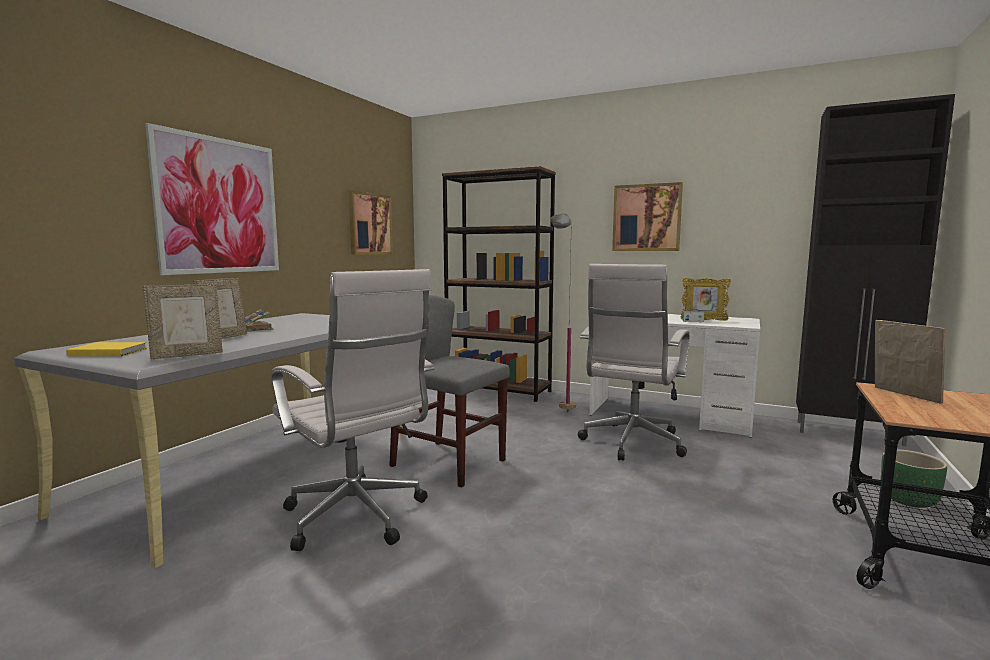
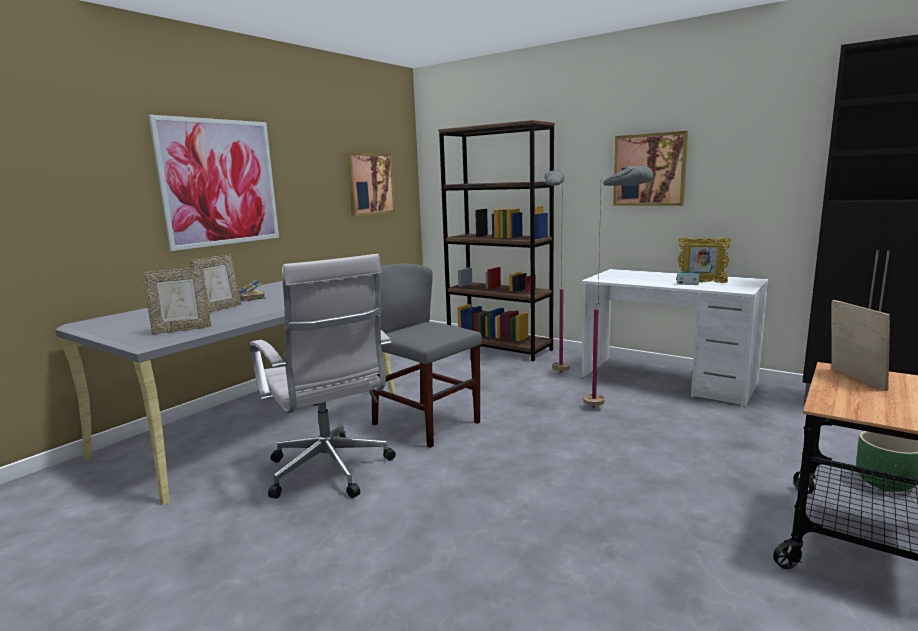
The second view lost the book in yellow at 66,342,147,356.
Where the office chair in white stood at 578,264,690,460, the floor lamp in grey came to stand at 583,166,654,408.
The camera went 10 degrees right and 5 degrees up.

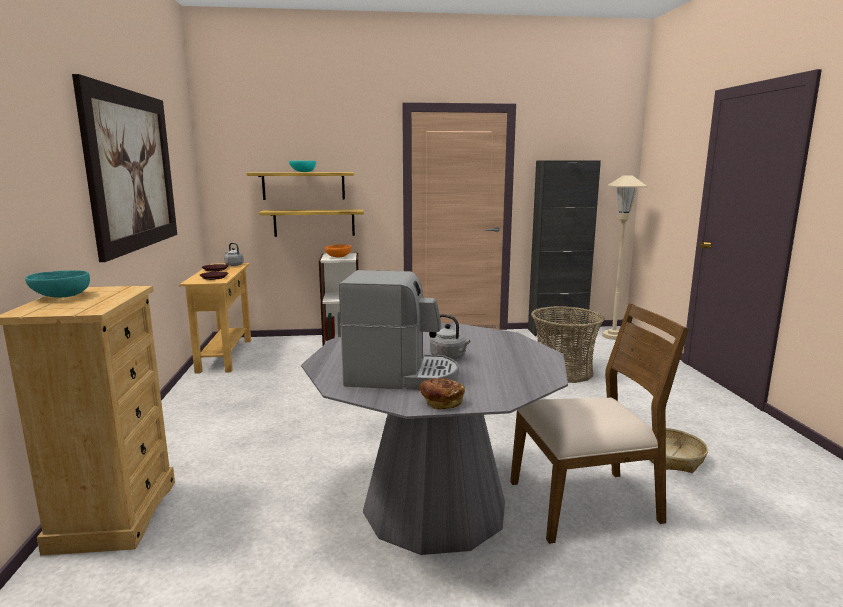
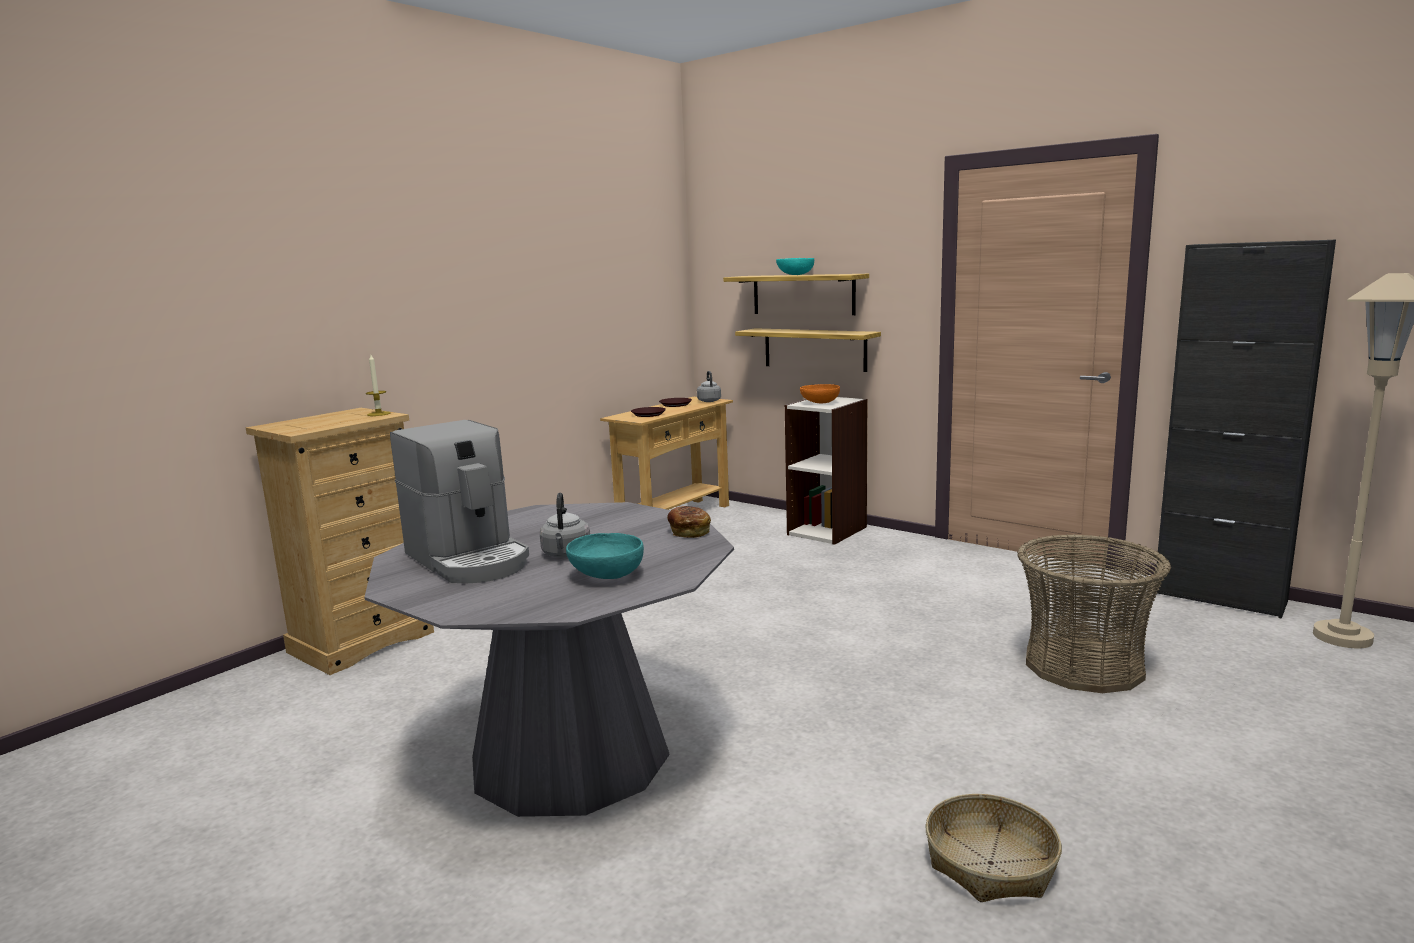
The bowl in turquoise ended up elsewhere, having gone from 25,270,90,297 to 566,533,644,579.
The second view lost the picture at 72,74,177,262.
The bread ended up elsewhere, having gone from 419,378,465,409 to 667,506,711,538.
The second view lost the chair in brown at 510,303,689,544.
The second view gained the candle at 366,355,391,416.
The camera went 45 degrees right and 0 degrees up.

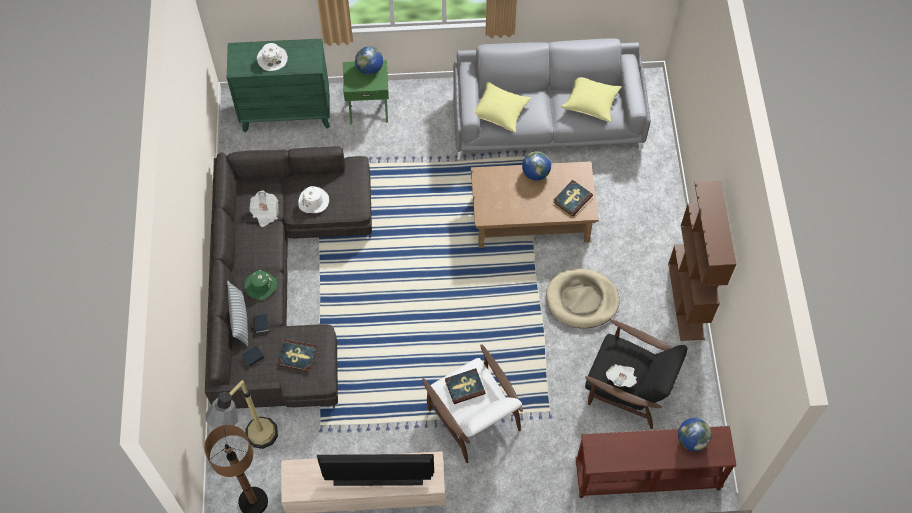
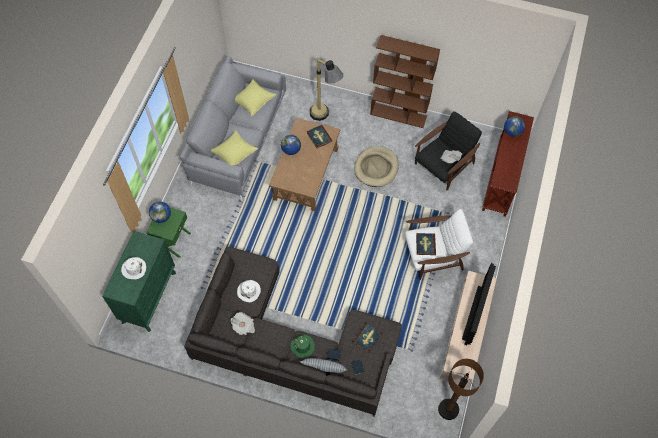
The floor lamp ended up elsewhere, having gone from 206,380,278,449 to 310,59,343,121.
The camera went 70 degrees left and 0 degrees up.

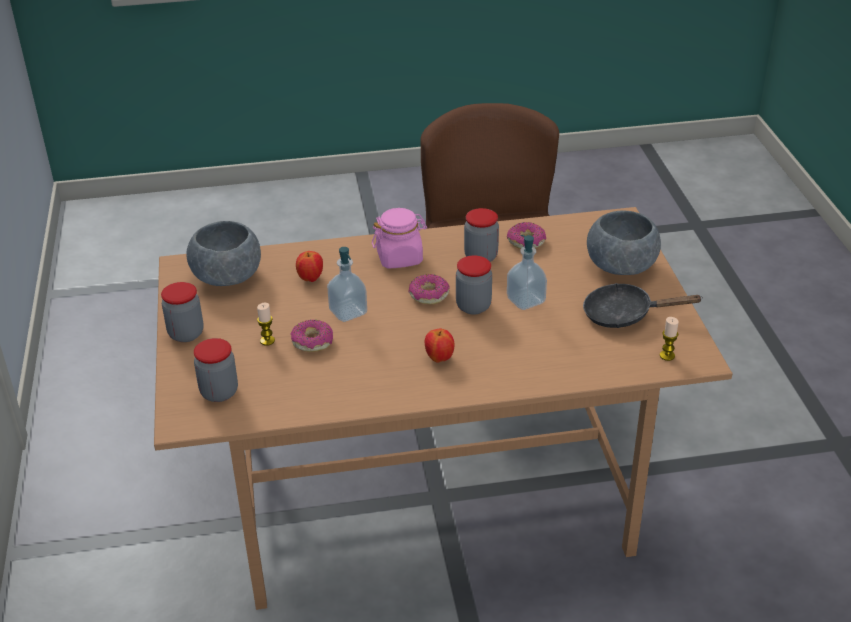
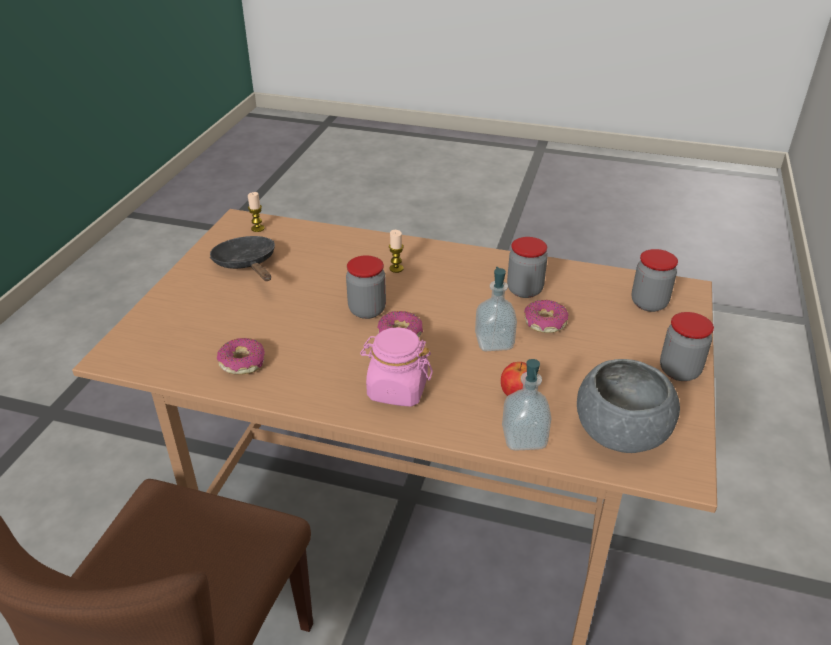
The candle ended up elsewhere, having gone from 257,303,275,346 to 389,230,403,273.
The second view lost the apple at 425,329,454,363.
The jar ended up elsewhere, having gone from 464,208,499,262 to 507,237,548,298.
The soap dispenser ended up elsewhere, having gone from 507,235,547,310 to 502,359,551,451.
The frying pan in black at 583,283,703,328 ended up facing another way, 150 degrees counterclockwise from before.
The second view lost the bowl in grey at 587,210,661,275.
The camera went 155 degrees left and 0 degrees up.

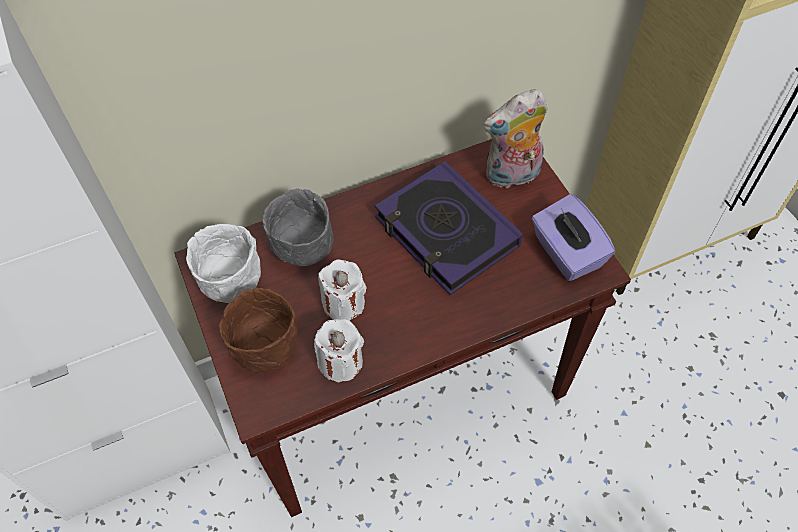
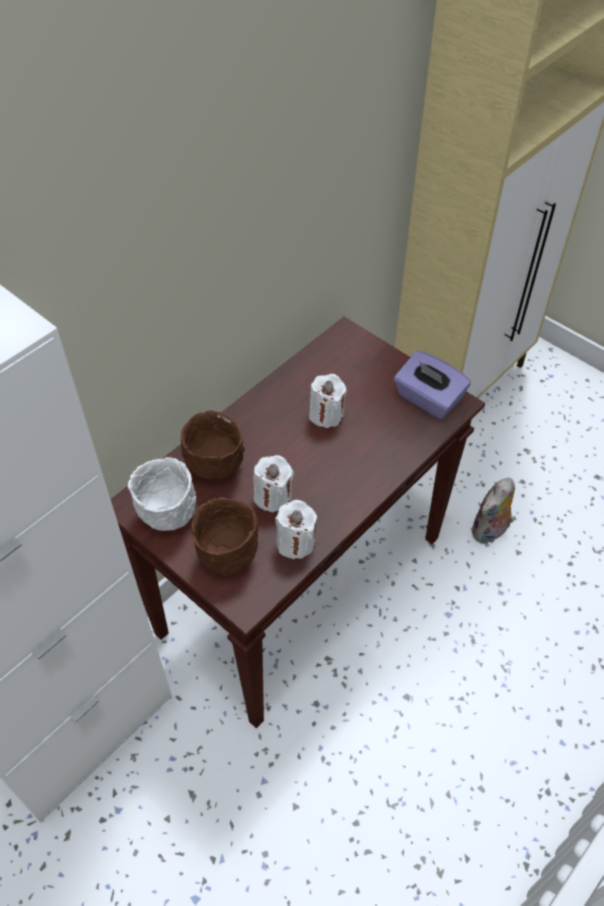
What was the bowl in grey at 262,189,333,267 turned into the bowl in brown at 181,410,245,480.
Where the book stood at 374,161,523,295, the candle in white came to stand at 309,374,347,428.
The plush toy ended up elsewhere, having gone from 484,89,547,189 to 471,478,515,545.
The camera went 25 degrees left and 5 degrees down.

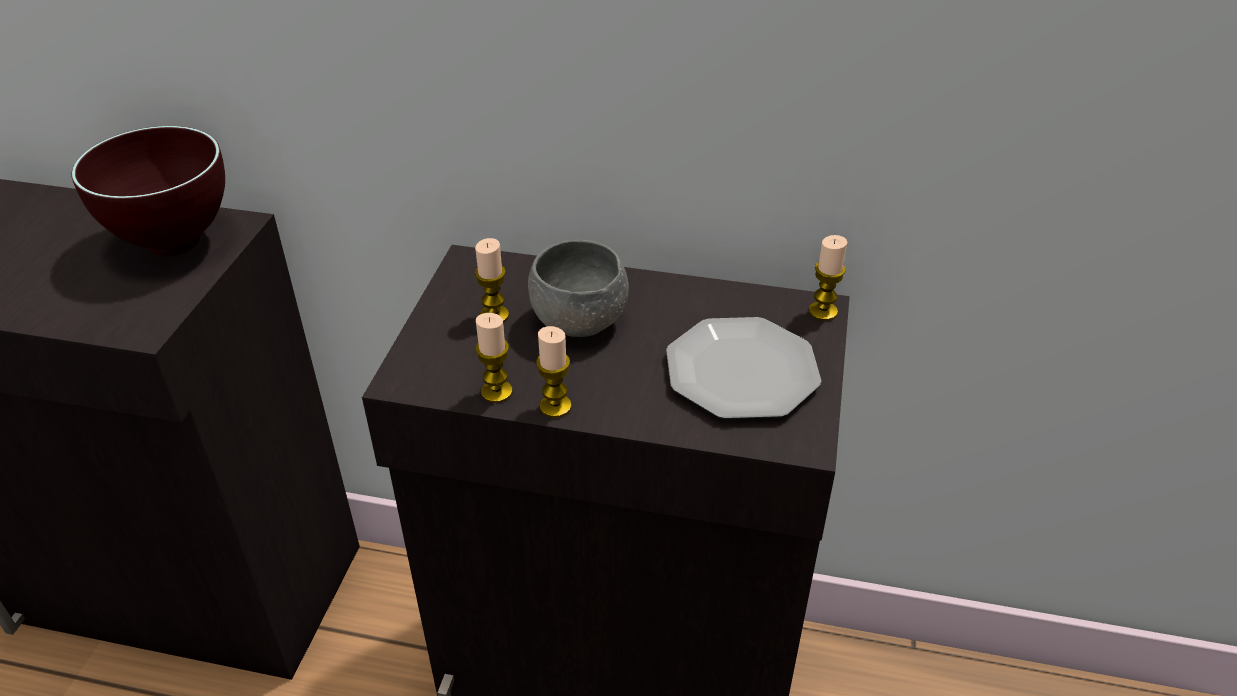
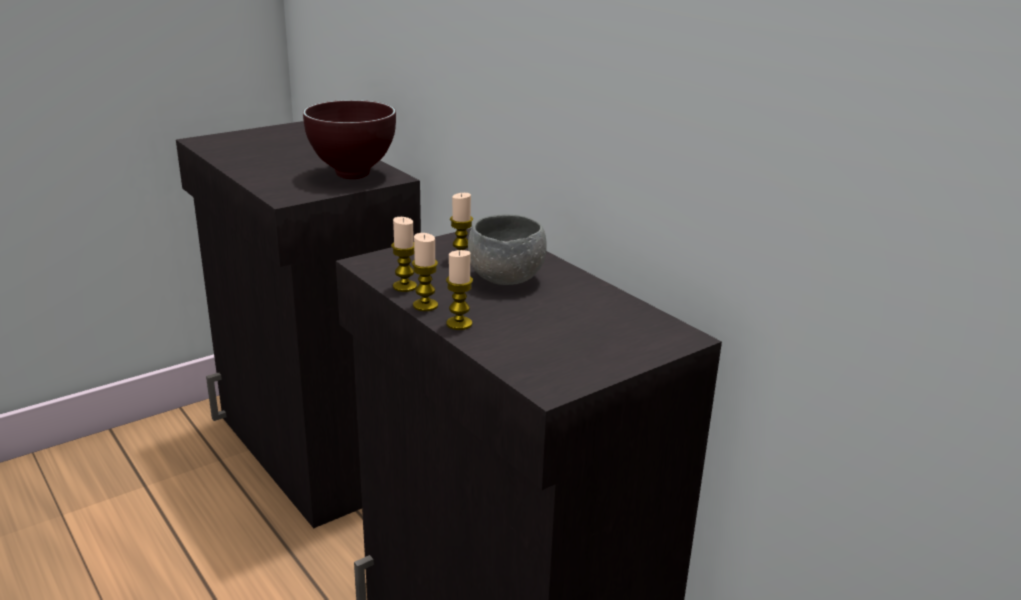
The second view lost the plate at 666,317,821,419.
The candle ended up elsewhere, having gone from 809,235,847,321 to 446,250,473,330.
The camera went 40 degrees right and 15 degrees down.

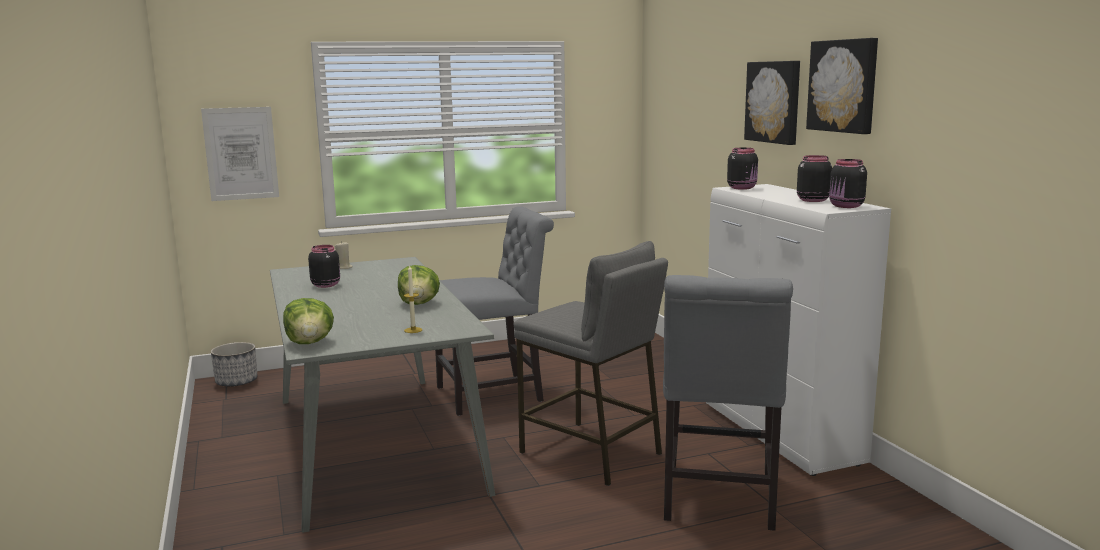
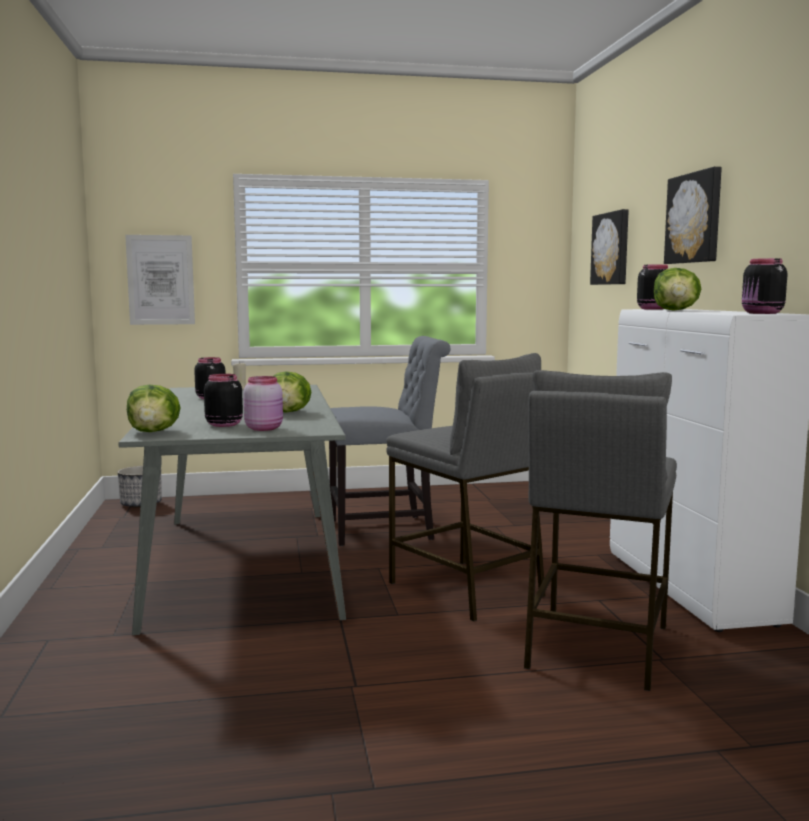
Where the candle stood at 404,265,422,333, the jar in pink came to stand at 243,376,283,431.
Where the chair in grey stood at 663,275,793,531, the stool in grey came to stand at 524,370,677,691.
The jar in black ended up elsewhere, having gone from 797,155,832,202 to 204,374,243,427.
The picture ended up elsewhere, having gone from 806,38,878,134 to 590,209,629,285.
The second view gained the lettuce at 654,268,701,311.
The camera went 10 degrees right and 5 degrees down.

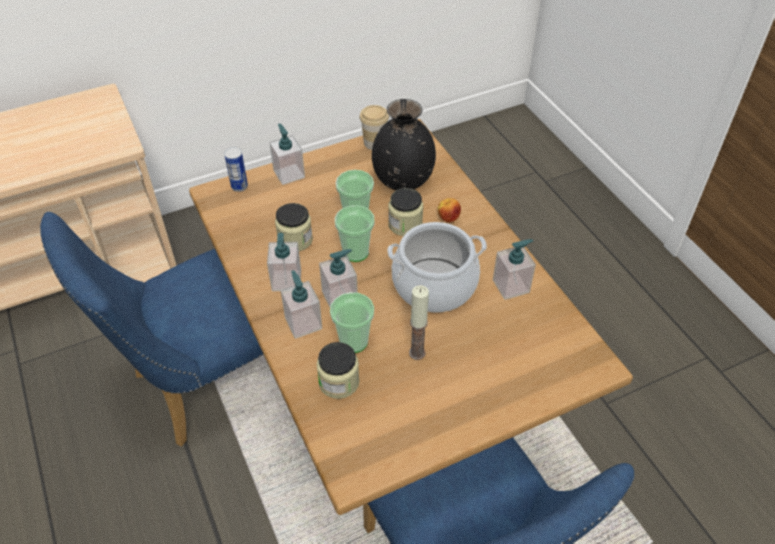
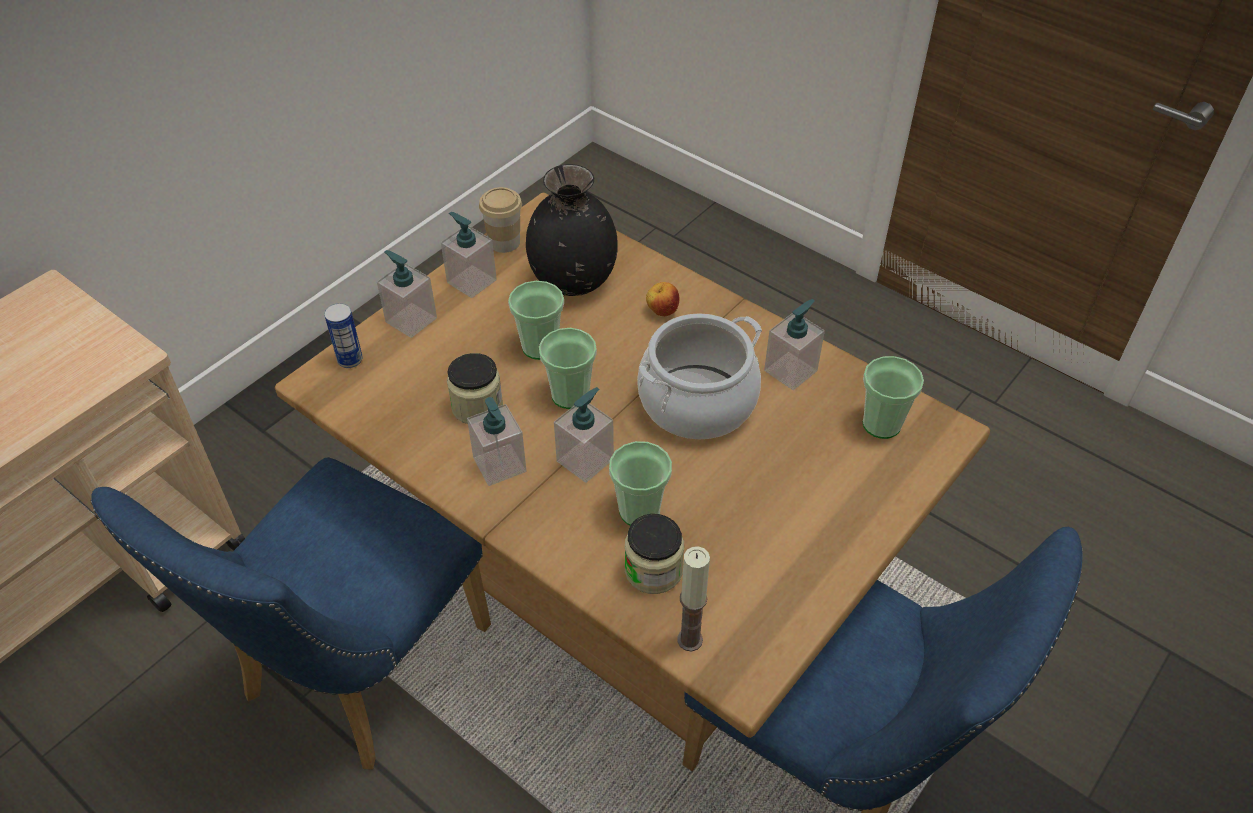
The soap dispenser ended up elsewhere, having gone from 281,270,322,339 to 441,212,497,298.
The second view lost the jar at 388,188,423,236.
The candle ended up elsewhere, having gone from 409,285,429,360 to 678,546,710,652.
The second view gained the cup at 863,356,924,439.
The camera went 25 degrees left and 0 degrees up.

